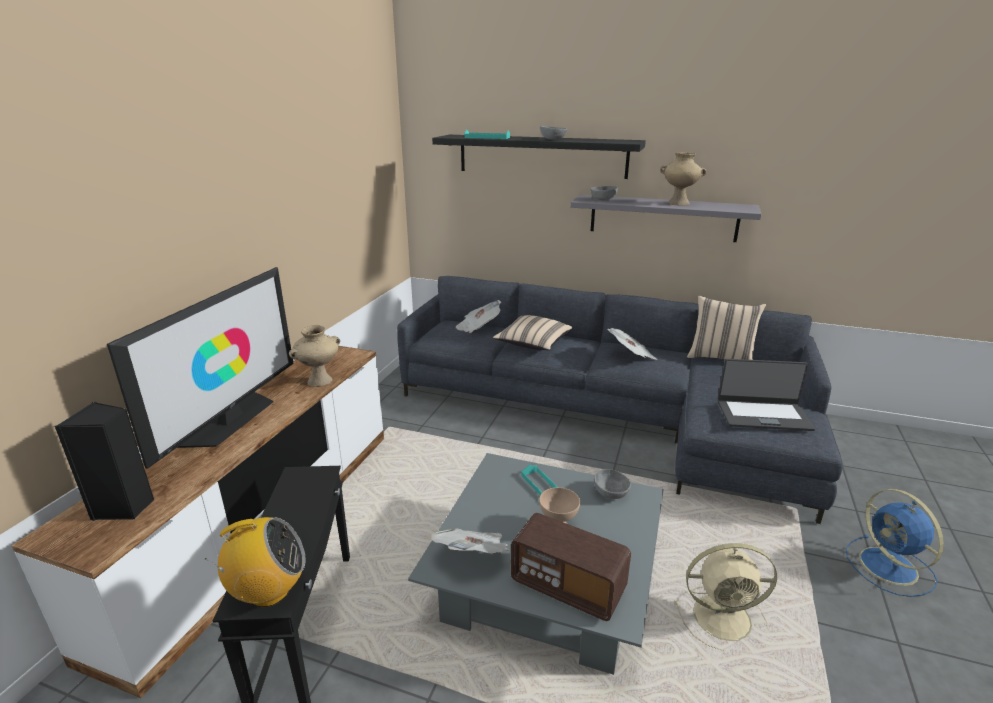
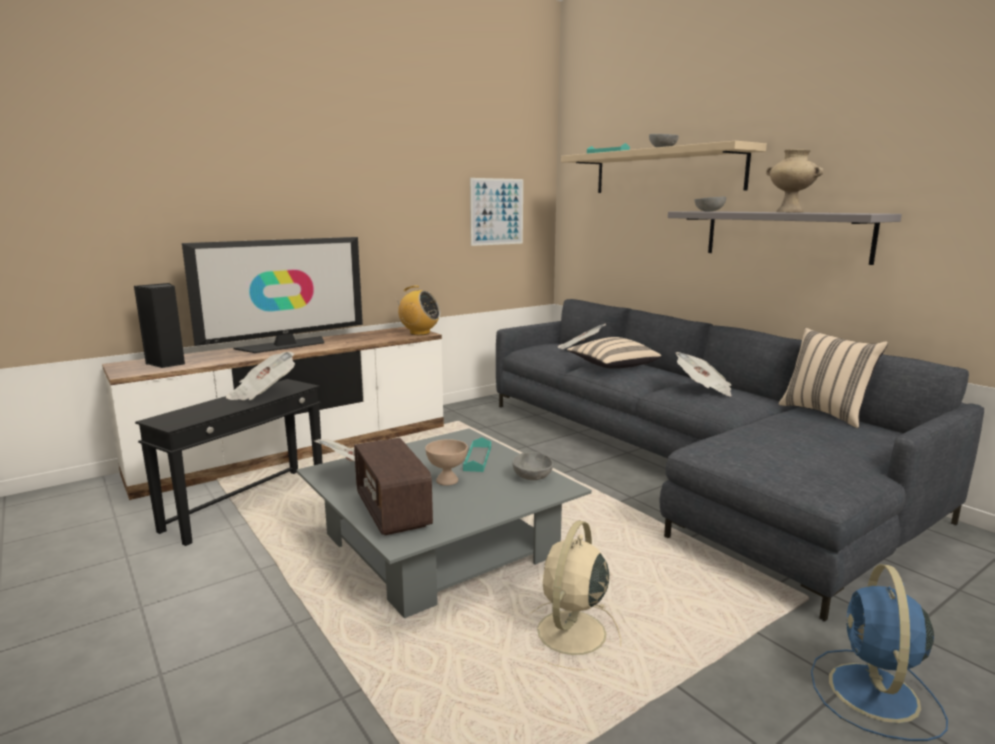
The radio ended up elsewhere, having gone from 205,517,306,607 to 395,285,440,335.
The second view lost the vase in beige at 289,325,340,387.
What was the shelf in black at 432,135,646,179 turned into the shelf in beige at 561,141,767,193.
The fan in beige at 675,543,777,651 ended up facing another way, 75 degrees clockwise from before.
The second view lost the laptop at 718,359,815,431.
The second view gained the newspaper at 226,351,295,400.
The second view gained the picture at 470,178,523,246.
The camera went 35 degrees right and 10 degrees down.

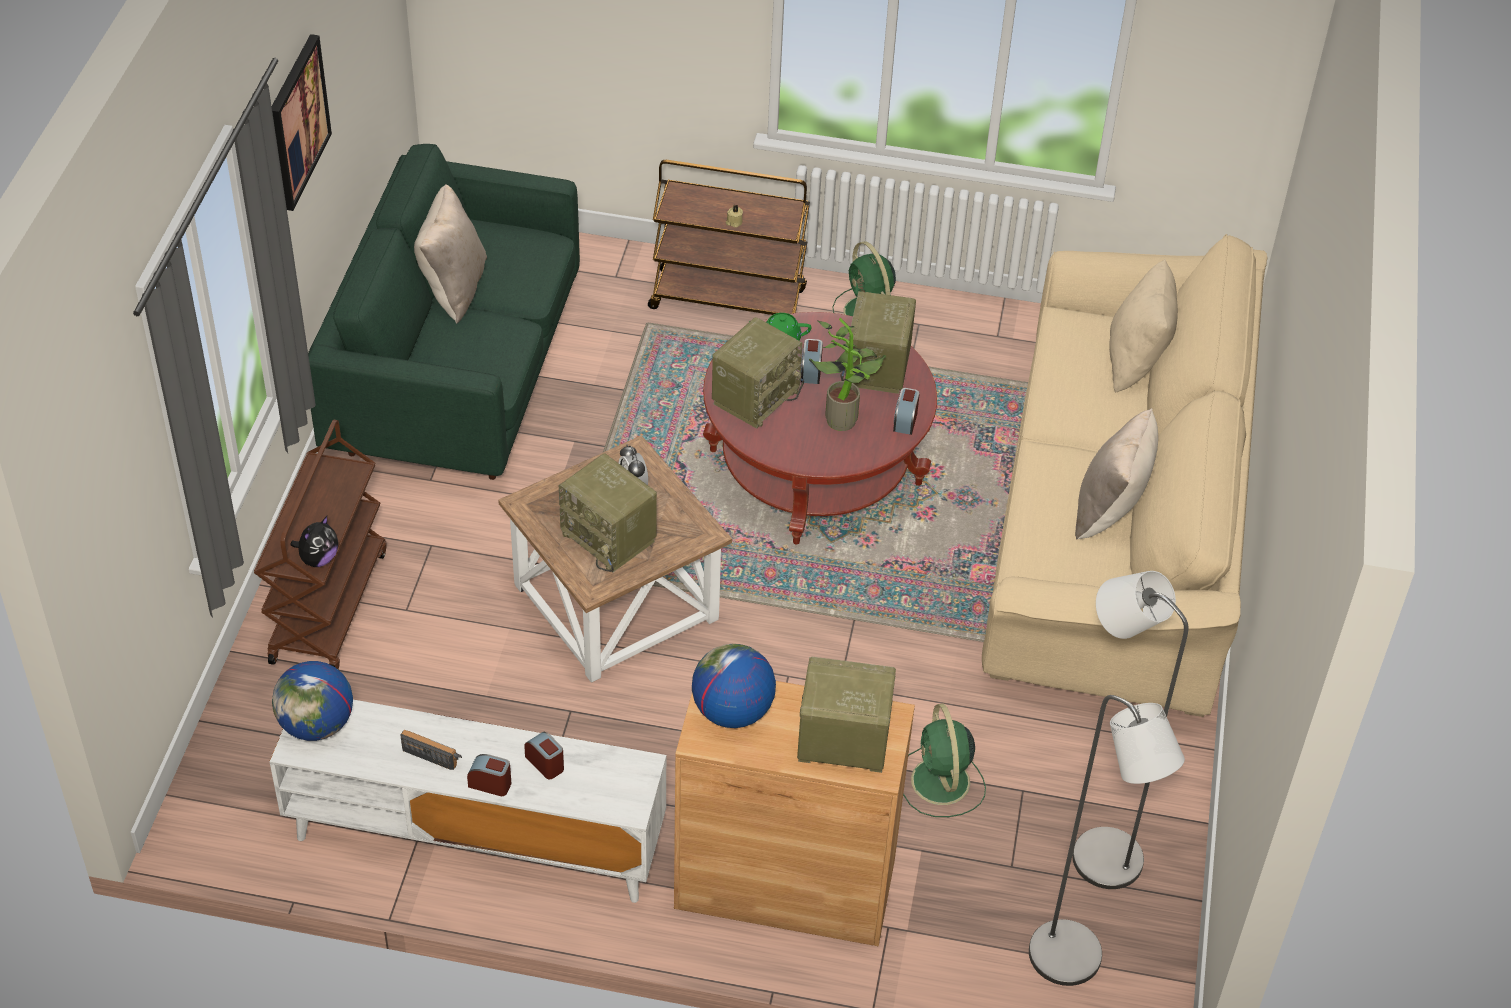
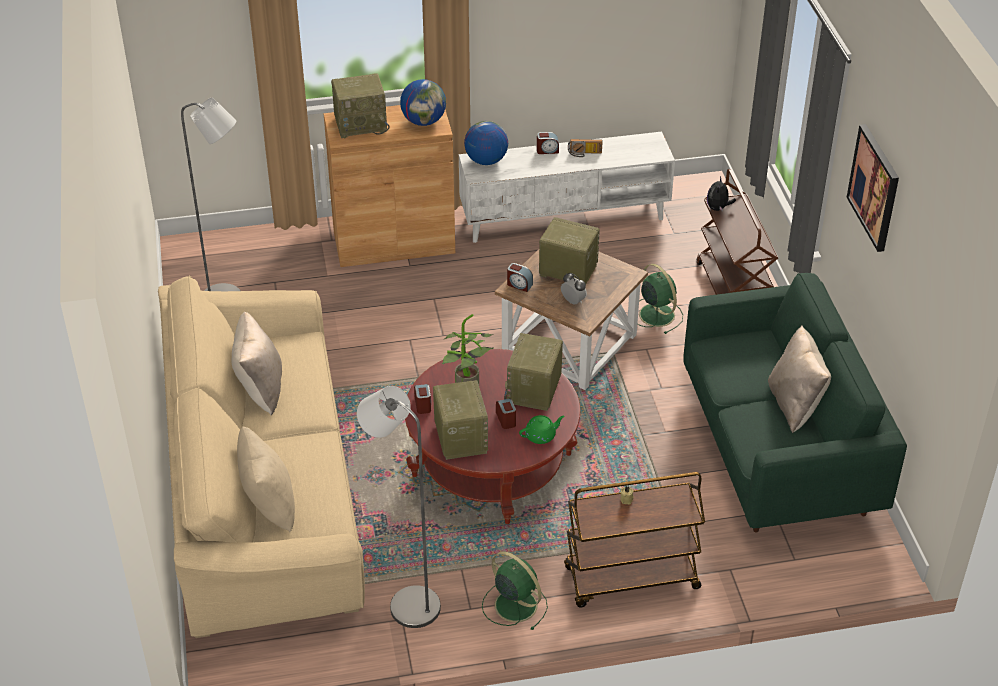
The globe ended up elsewhere, having gone from 272,661,353,741 to 464,121,508,165.
The alarm clock ended up elsewhere, having gone from 524,732,564,779 to 507,263,533,292.
The fan in green ended up elsewhere, having gone from 903,704,986,817 to 637,264,683,334.
The floor lamp in grey ended up elsewhere, having gone from 1029,695,1185,986 to 357,386,441,628.
The camera went 160 degrees right and 5 degrees down.

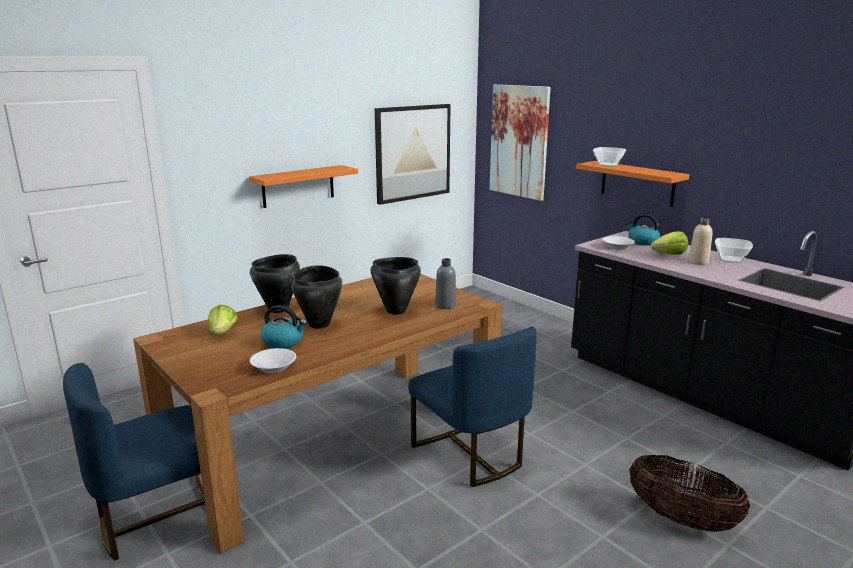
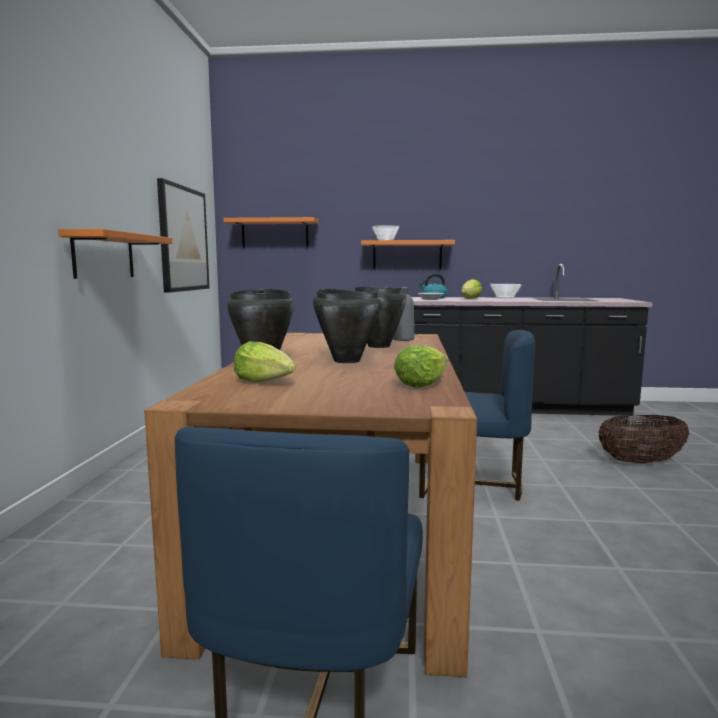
Where the bowl in white stood at 250,348,296,373, the lettuce came to stand at 394,345,448,388.
The second view lost the kettle at 261,305,307,349.
Where the picture hung at 490,84,551,201, the shelf in orange came to hang at 223,217,318,248.
The second view lost the bottle in beige at 689,218,713,265.
The camera went 45 degrees left and 10 degrees down.

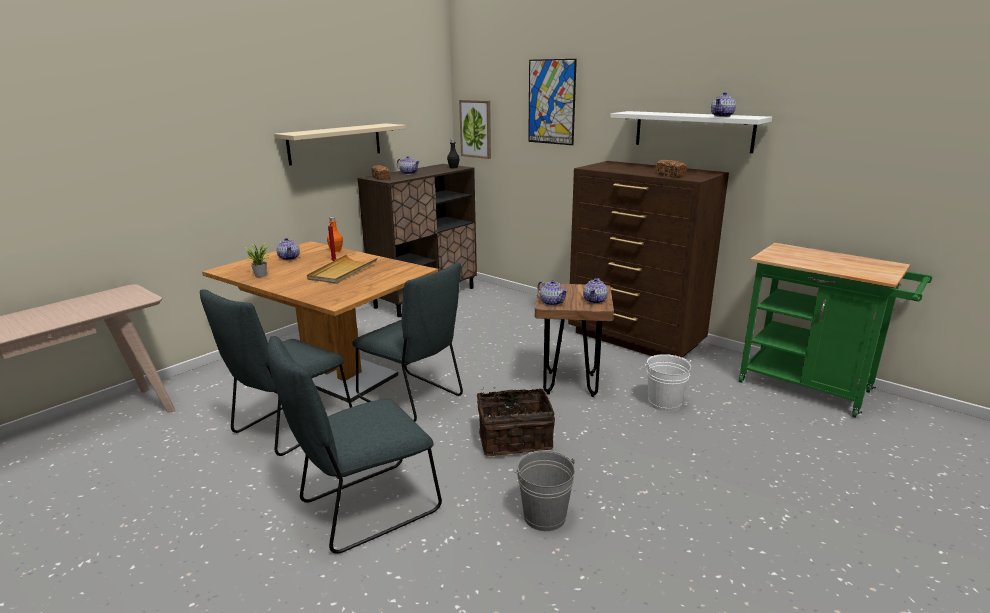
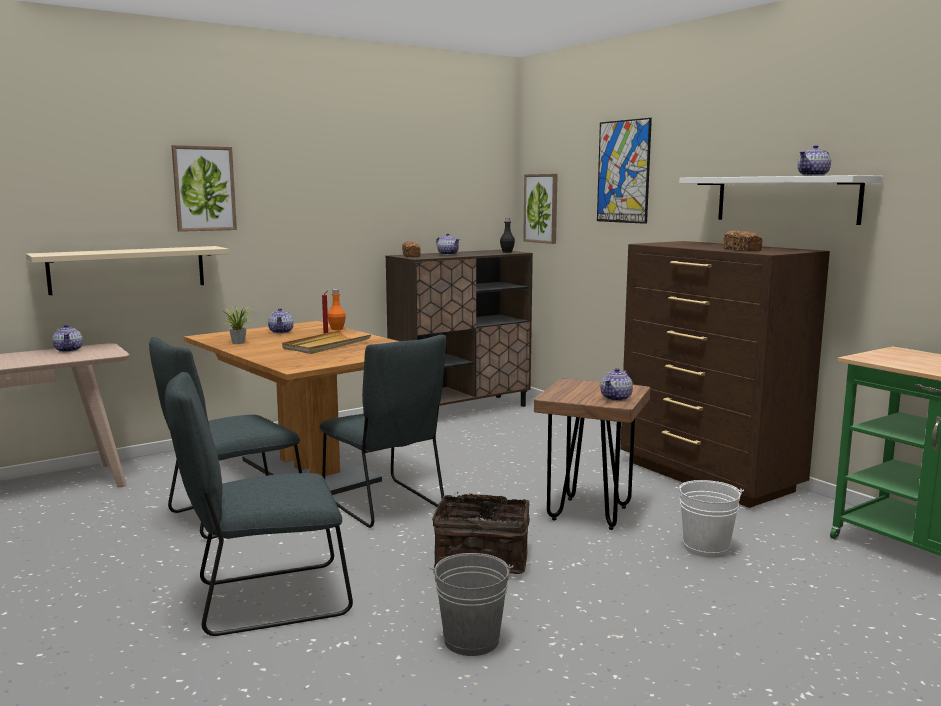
The shelf in beige ended up elsewhere, having gone from 274,123,406,165 to 26,246,229,295.
The teapot ended up elsewhere, having gone from 537,280,568,306 to 52,324,83,352.
The second view gained the picture at 172,145,237,232.
The camera went 15 degrees right and 10 degrees down.

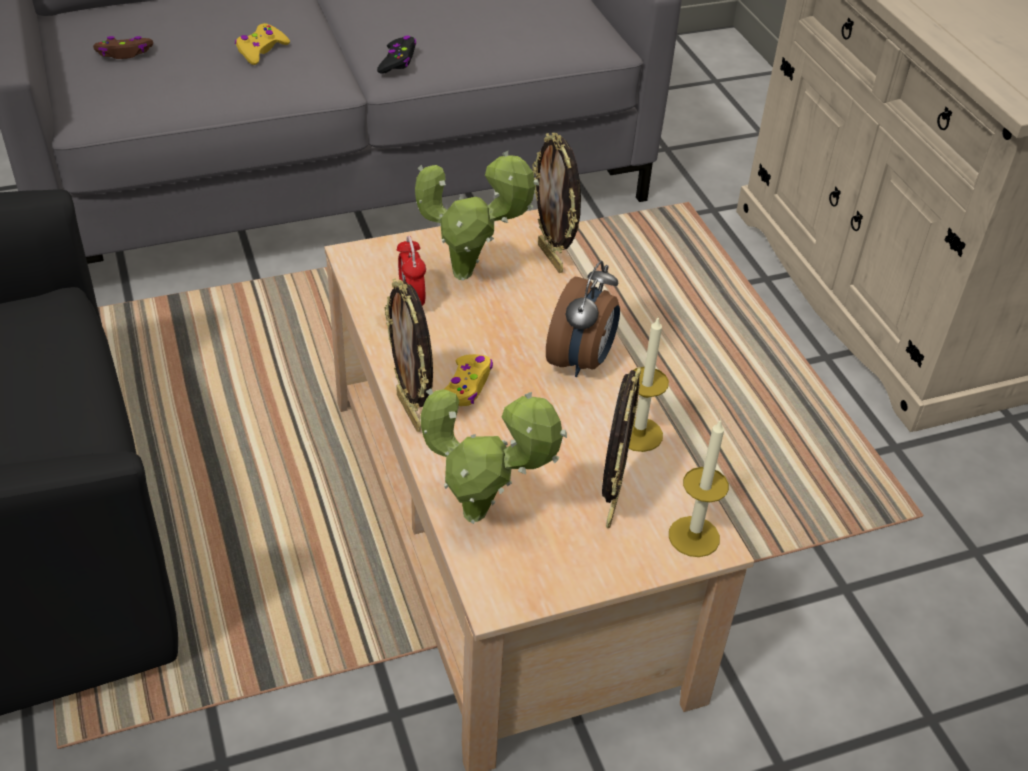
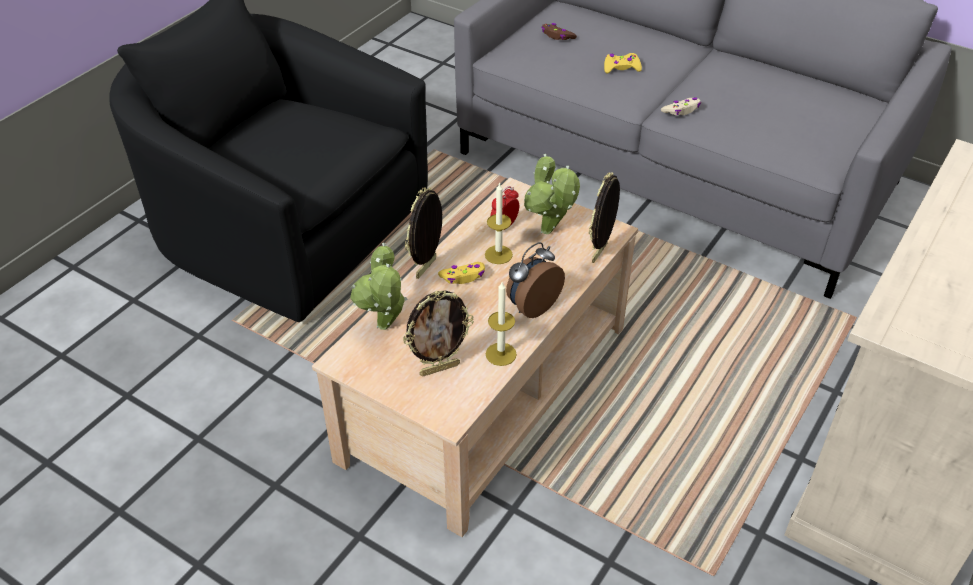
What was the game controller in black at 377,35,416,74 turned into the game controller in beige at 661,97,701,115.
The alarm clock at 546,261,620,377 ended up facing another way, 150 degrees clockwise from before.
The candle ended up elsewhere, having gone from 669,419,729,557 to 485,182,513,264.
The camera went 55 degrees right and 0 degrees up.

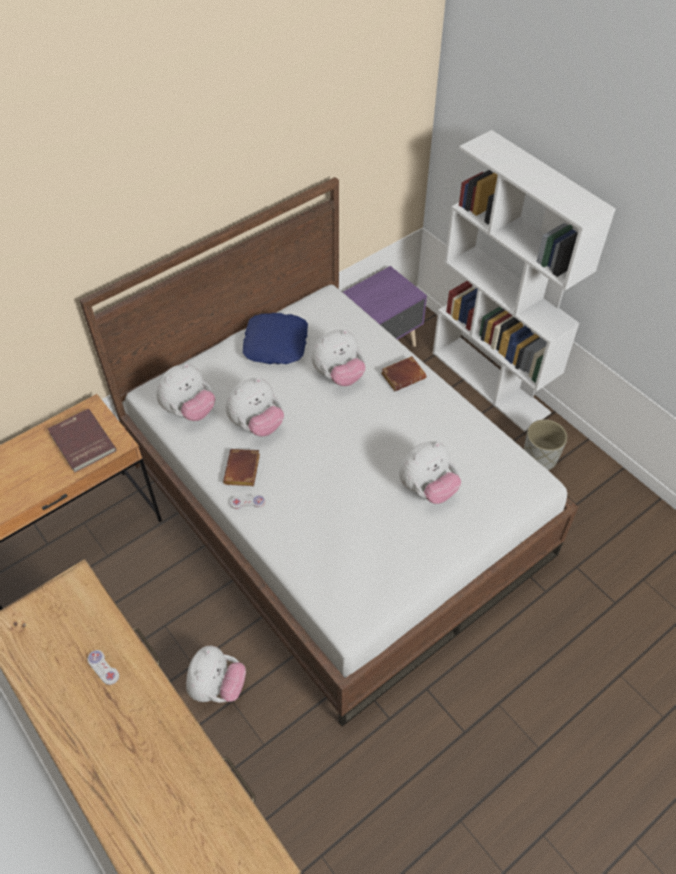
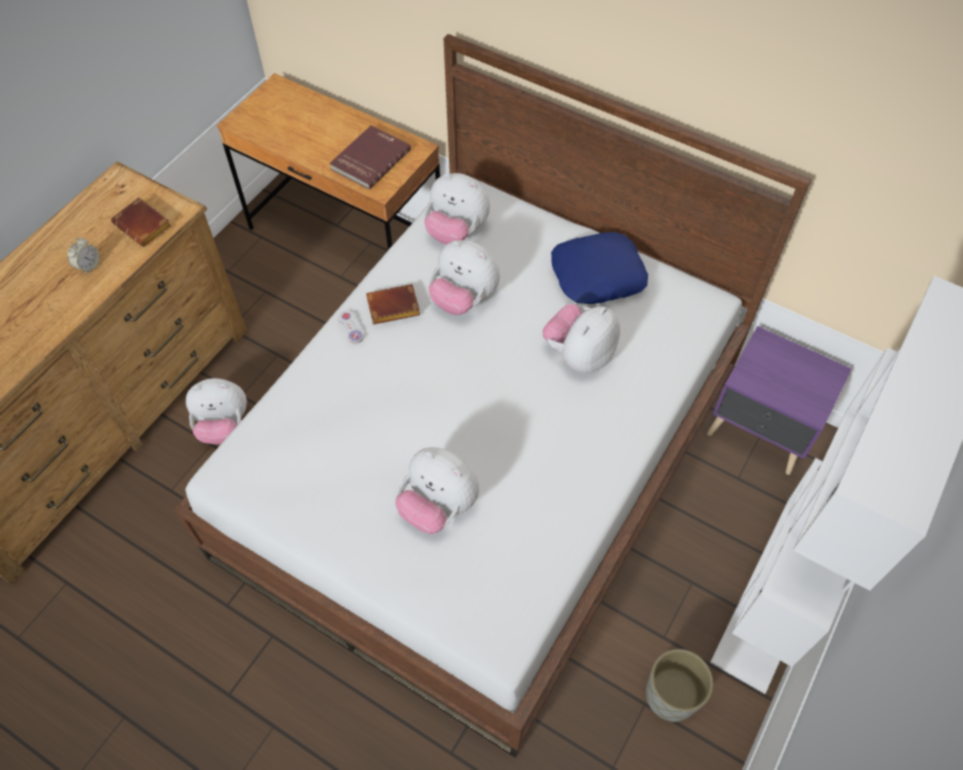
Where the game controller in white stood at 87,650,119,685, the alarm clock came to stand at 67,237,100,274.
The plush toy at 311,329,365,386 ended up facing another way, 90 degrees clockwise from before.
The book in brown ended up elsewhere, having gone from 381,356,426,391 to 111,197,172,247.
The camera went 70 degrees right and 5 degrees up.

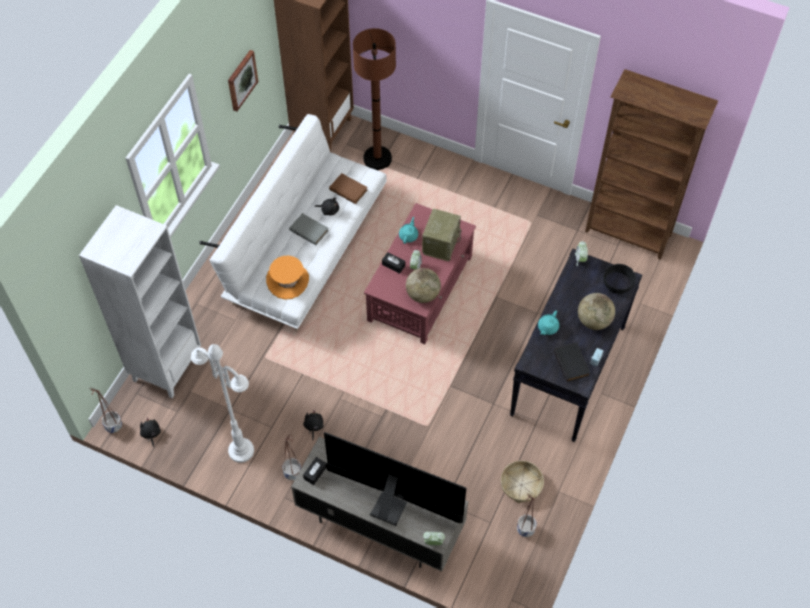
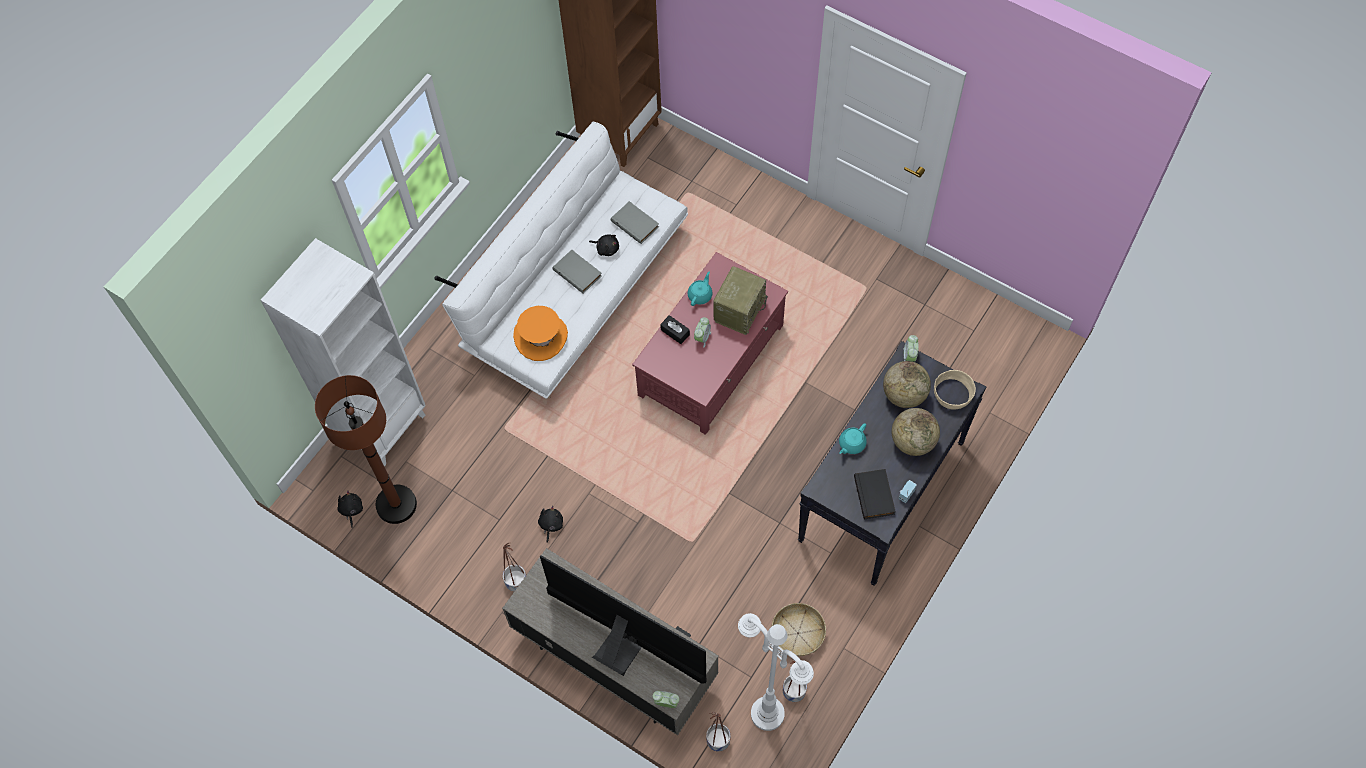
The planter ended up elsewhere, having gone from 89,387,122,433 to 706,712,731,752.
The floor lamp in white ended up elsewhere, having gone from 191,344,254,463 to 738,613,814,731.
The second view lost the picture at 228,50,258,112.
The second view lost the tissue box in black at 303,457,326,485.
What was the book in brown at 329,173,368,204 turned into the book in grey at 611,201,659,244.
The floor lamp in brown ended up elsewhere, having gone from 353,28,396,170 to 315,375,417,524.
The globe ended up elsewhere, having gone from 406,268,441,303 to 883,361,931,408.
The second view lost the bookcase in brown at 585,69,718,260.
What was the bowl in black at 603,264,636,294 turned into the bowl in beige at 934,370,976,410.
The camera went 10 degrees right and 5 degrees up.

